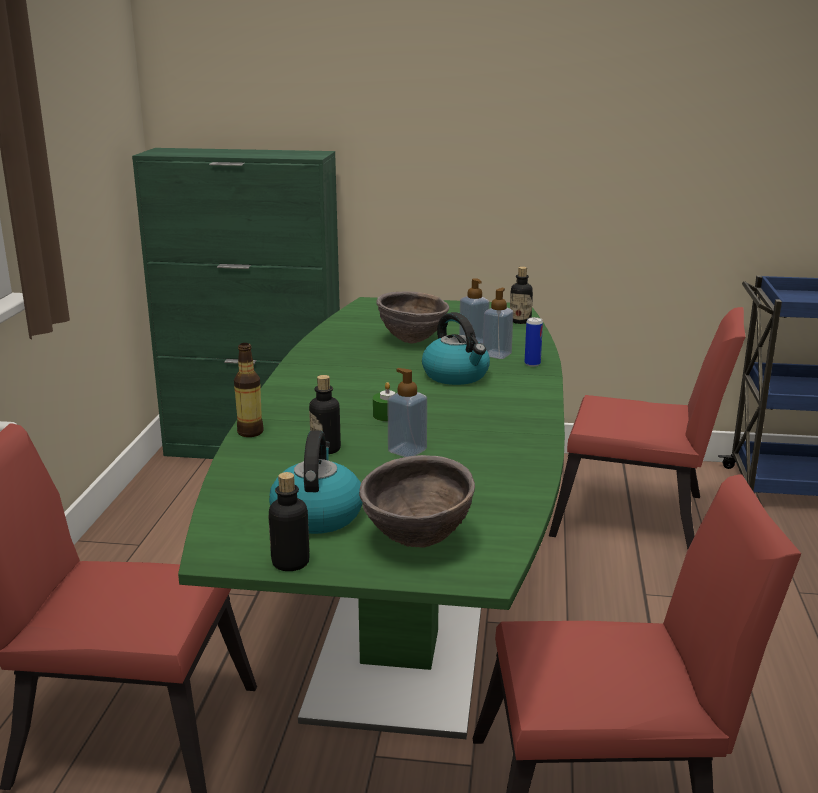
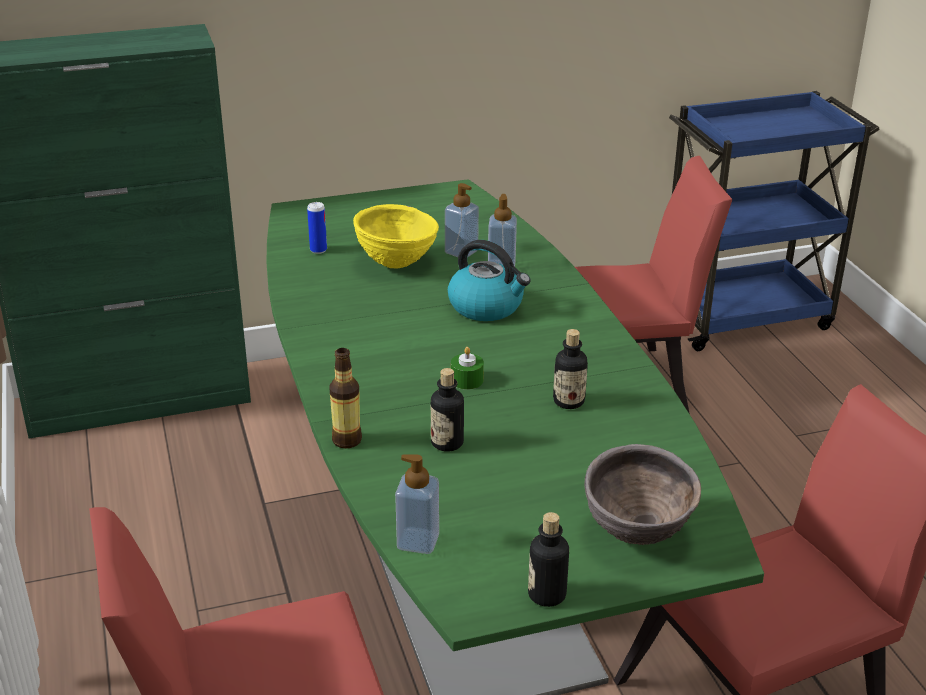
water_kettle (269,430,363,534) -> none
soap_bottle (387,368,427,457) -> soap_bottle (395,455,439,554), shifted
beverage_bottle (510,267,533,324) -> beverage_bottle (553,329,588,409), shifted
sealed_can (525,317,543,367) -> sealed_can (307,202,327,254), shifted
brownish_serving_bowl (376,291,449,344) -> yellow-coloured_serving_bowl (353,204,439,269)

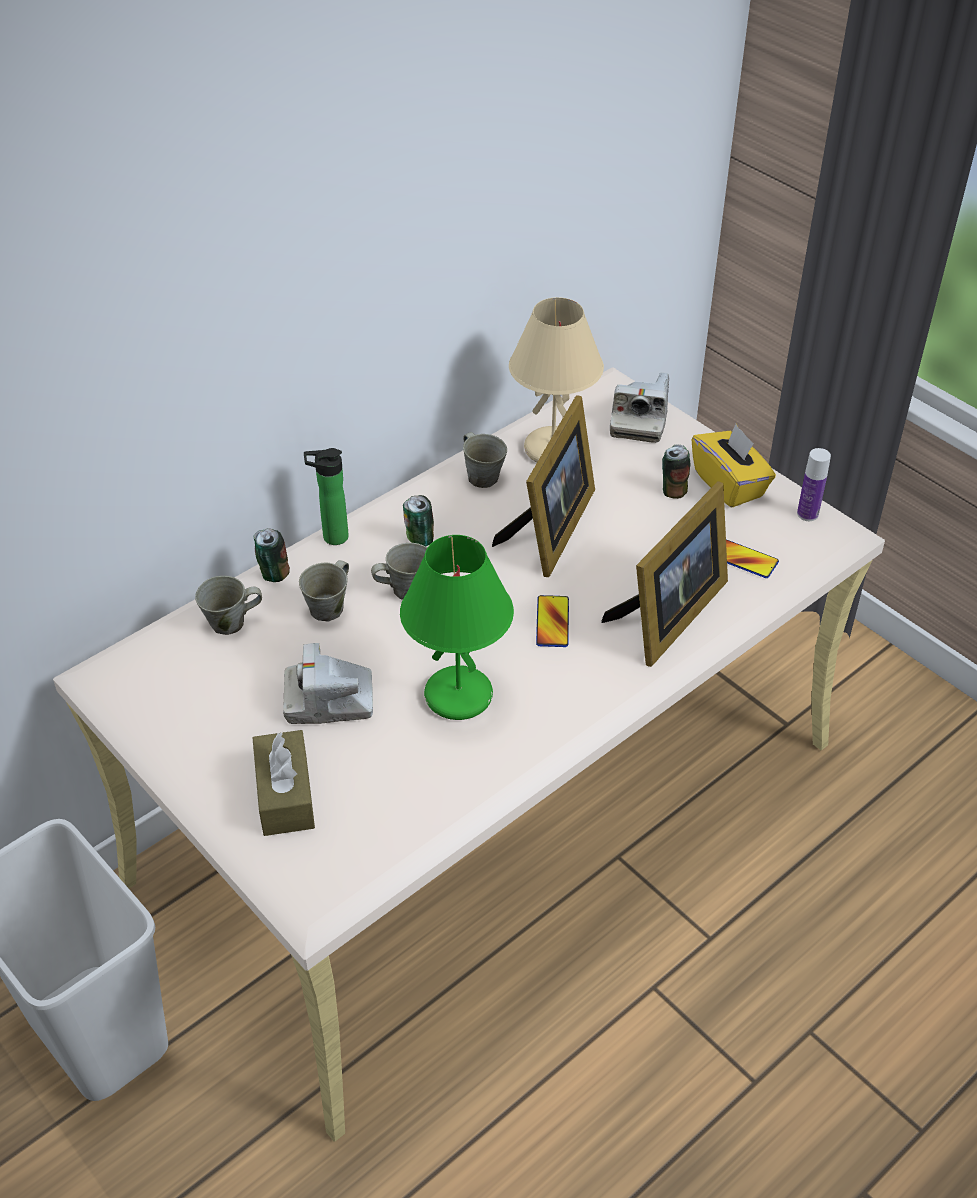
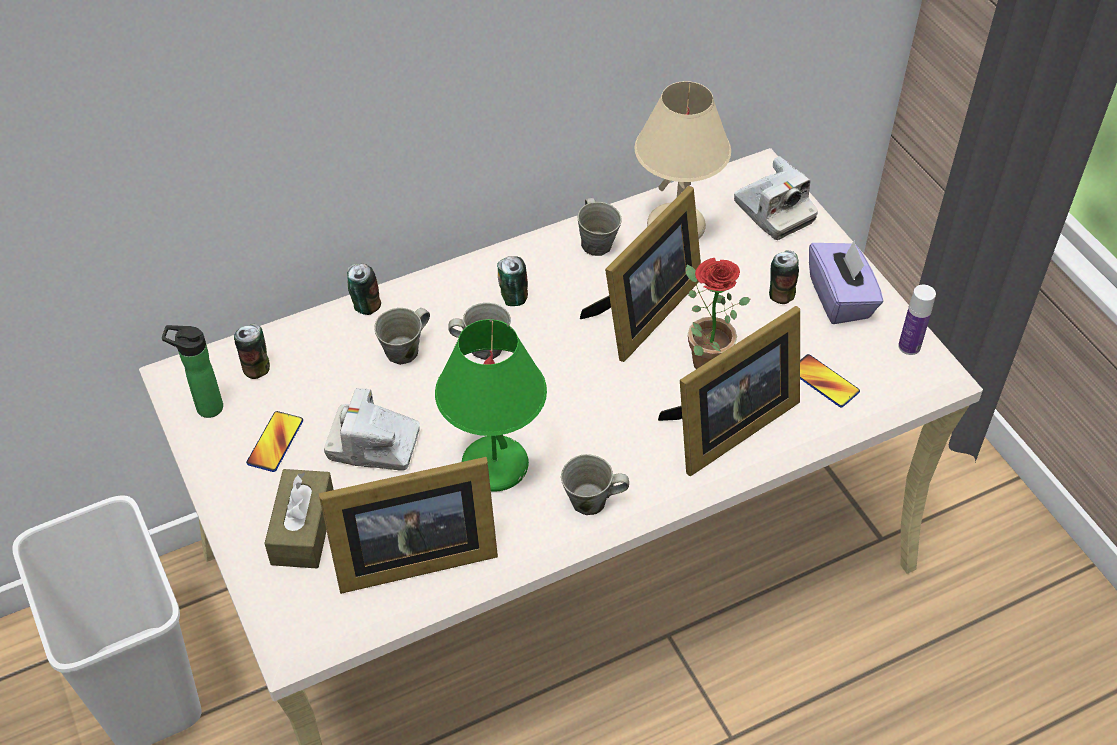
none -> sealed_can (234,324,270,379)
none -> picture_frame (319,457,498,594)
none -> plant_in_a_pot (685,258,750,369)
grey_mug (195,576,262,635) -> grey_mug (561,454,629,515), shifted
beverage_bottle (304,448,349,545) -> beverage_bottle (162,325,223,418), shifted
handset (536,595,569,647) -> handset (246,411,303,472), shifted
yellow-coloured_box_of_tissues (692,424,776,508) -> purplish_box_of_tissues (809,240,883,324)
still_camera (610,372,669,443) -> still_camera (734,156,818,240), 60 degrees counterclockwise

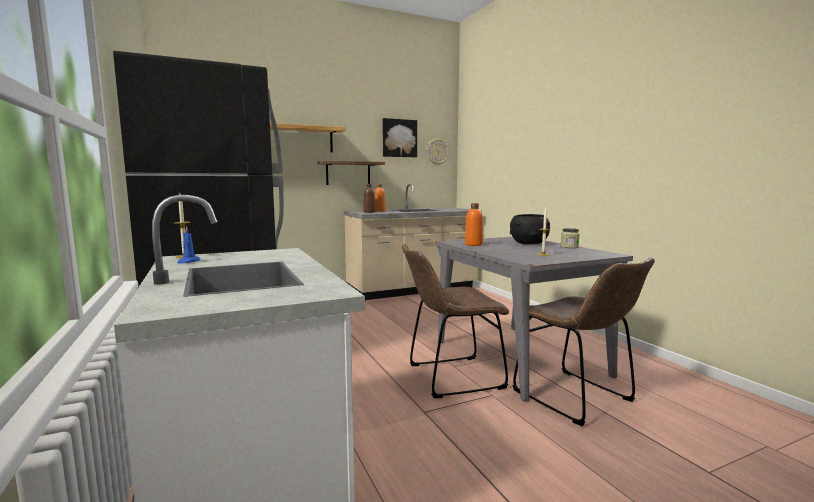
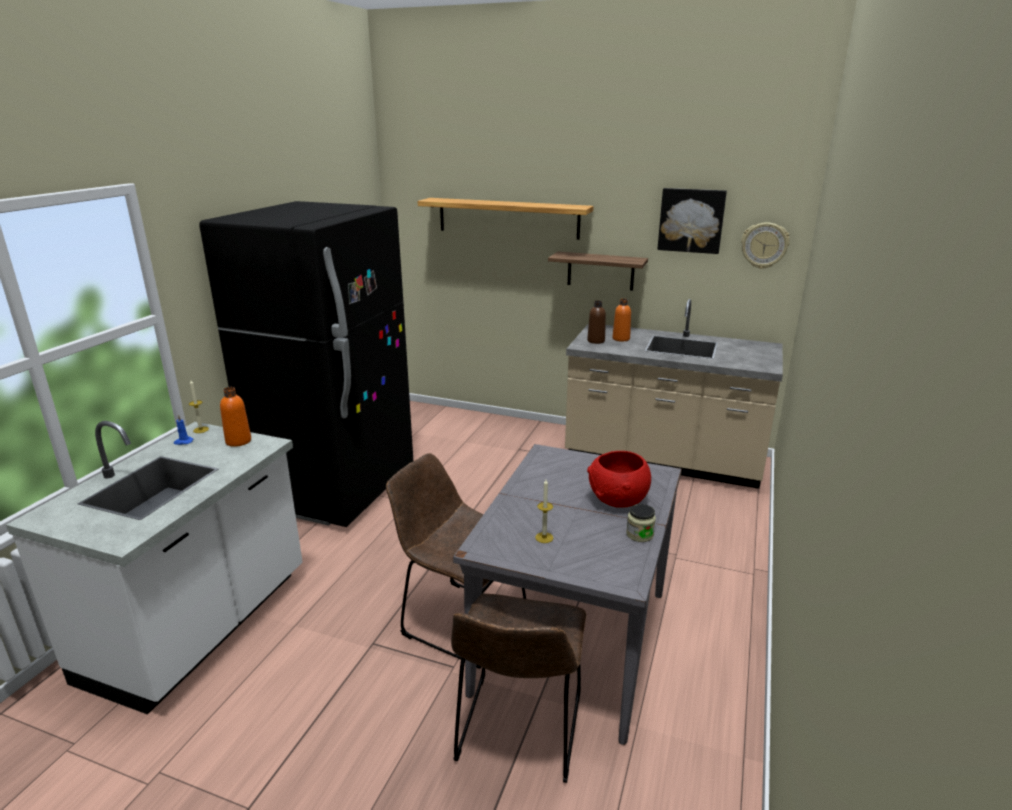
orange-coloured_beverage_bottle (465,203,483,246) -> orange-coloured_beverage_bottle (220,387,251,447), shifted
black-coloured_serving_bowl (510,214,550,245) -> red-coloured_serving_bowl (587,451,651,508)

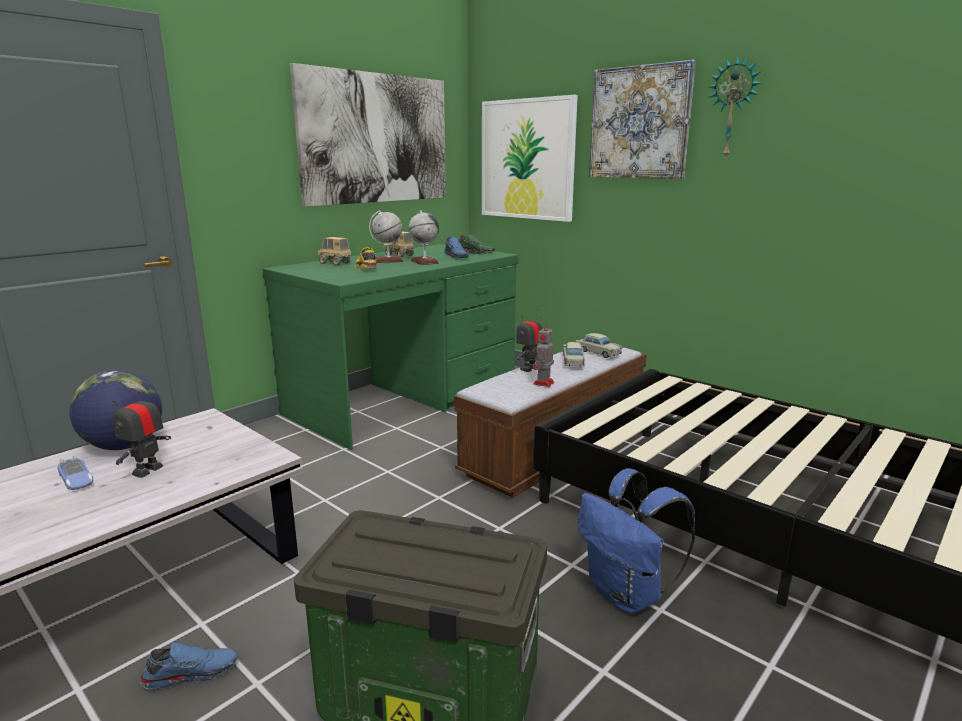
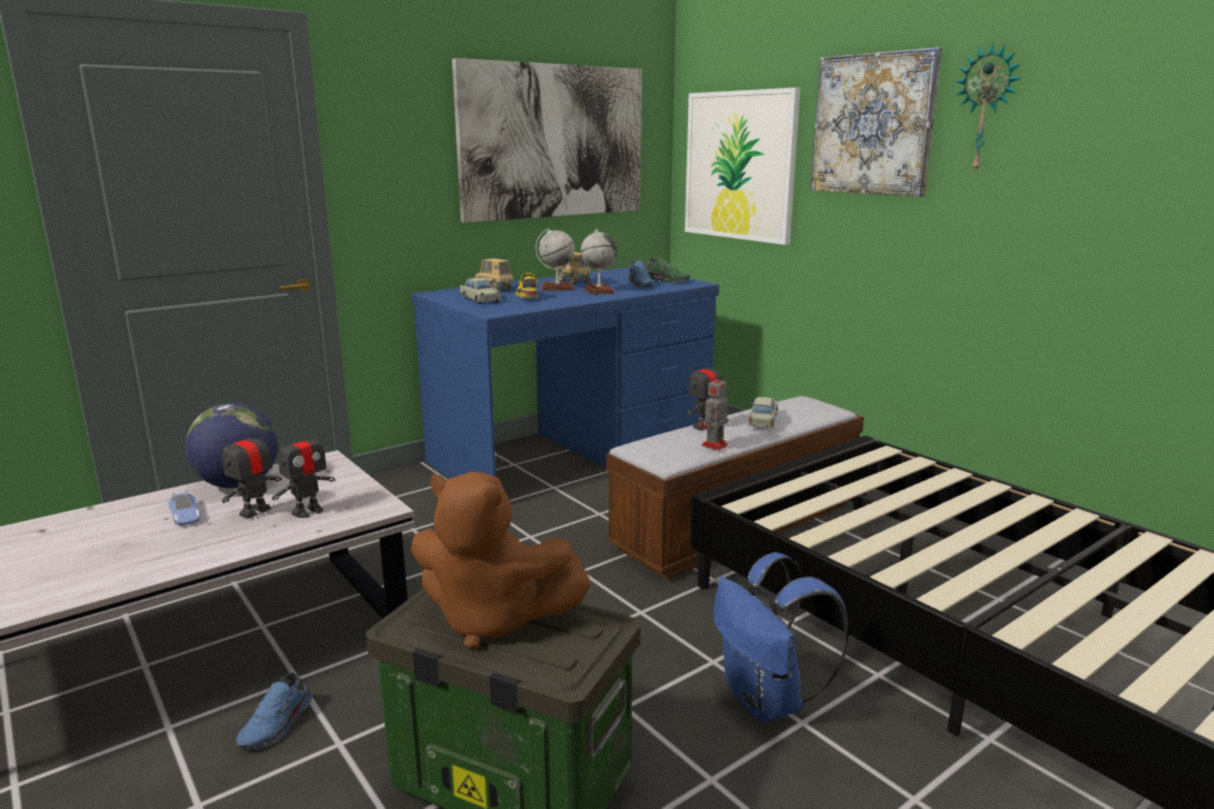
none -> toy_robot (272,424,335,518)
none -> brownish_plush_toy (411,472,592,649)
beige_toy_car (575,333,623,358) -> beige_toy_car (460,278,501,304), shifted
greenish_desk_unit (262,244,519,450) -> bluish_desk_unit (411,267,719,478)
bluish_item_of_footwear (140,642,238,690) -> bluish_item_of_footwear (236,672,313,749), 120 degrees clockwise

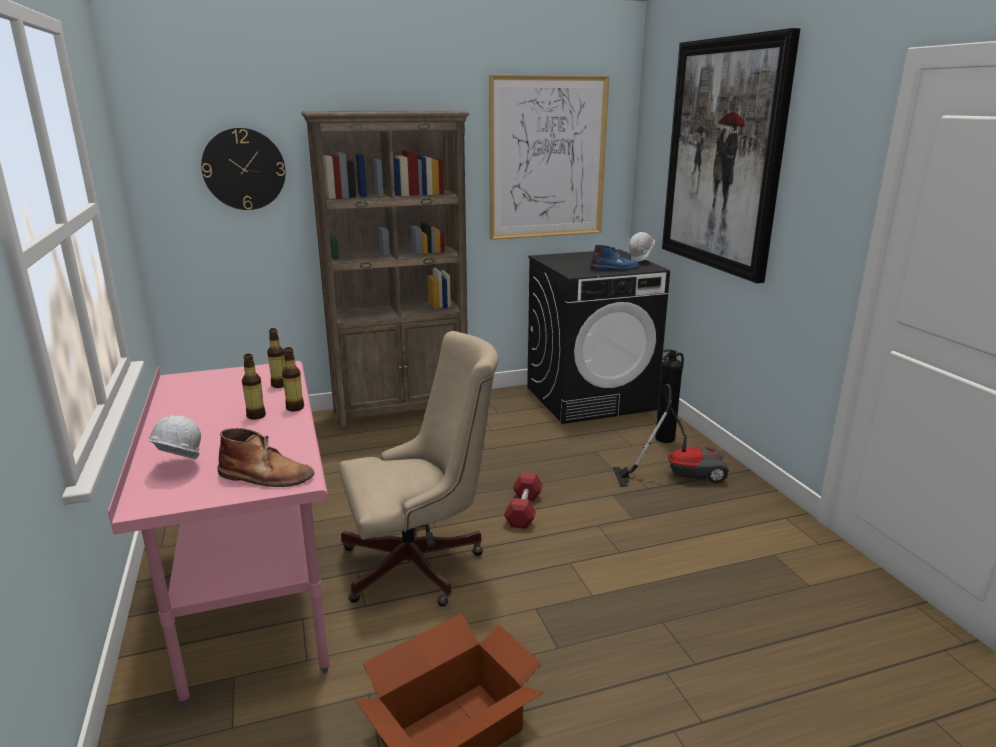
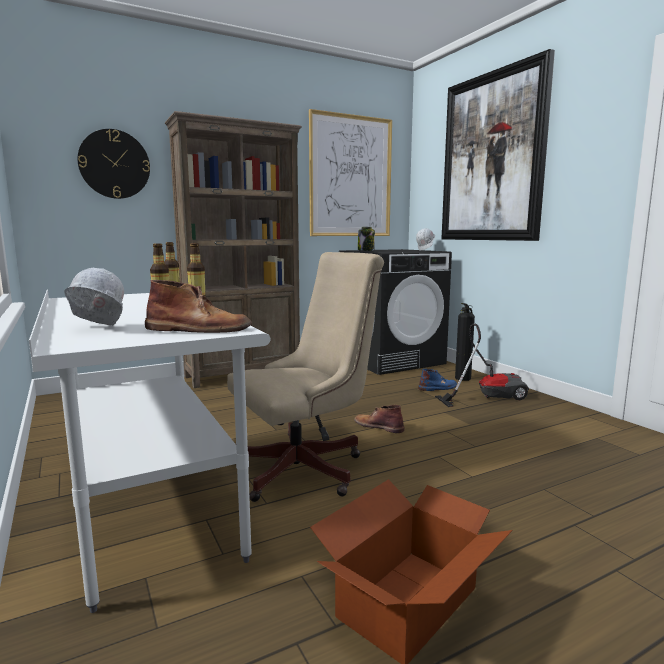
none -> preserve_jar (358,227,375,251)
bluish_high-top_boot (590,245,639,270) -> bluish_high-top_boot (418,369,457,391), shifted
red-coloured_hand_weight (504,472,543,529) -> brownish_high-top_boot (354,405,405,433)
pinkish_desk_unit (108,361,329,706) -> white-coloured_desk_unit (29,289,271,613)

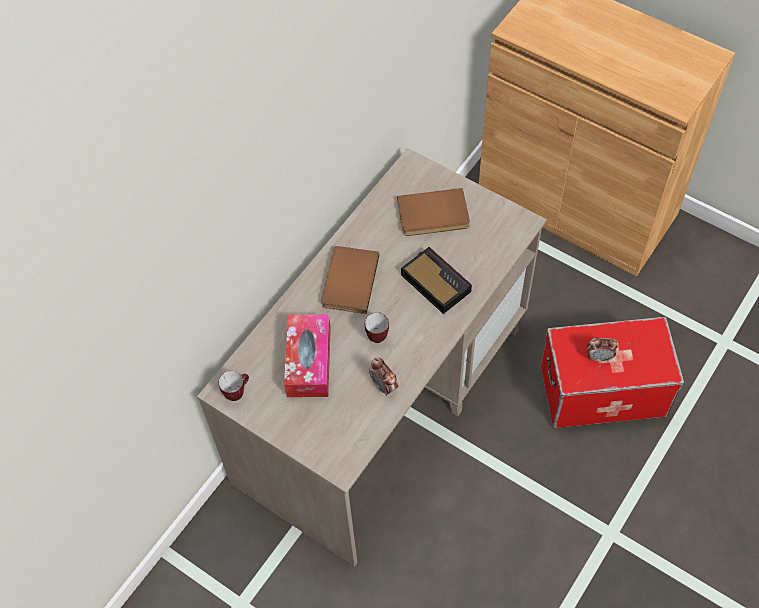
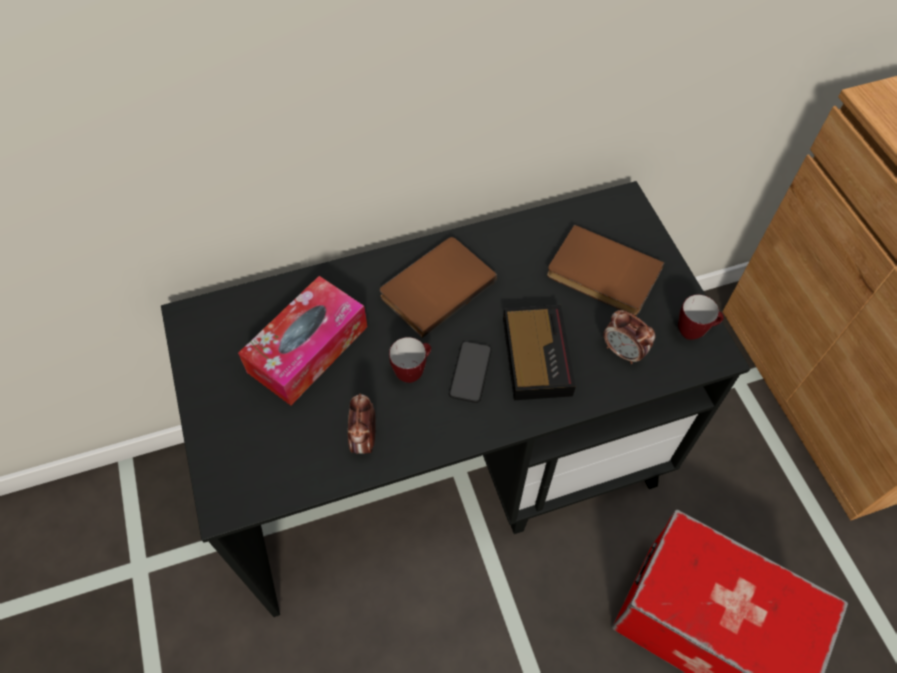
none -> handset (449,341,492,403)
mug (218,371,249,401) -> mug (678,294,724,340), shifted
table_clock (587,338,619,361) -> table_clock (603,310,656,364), shifted
beige_desk_unit (197,148,547,567) -> black-coloured_desk_unit (161,181,750,617)

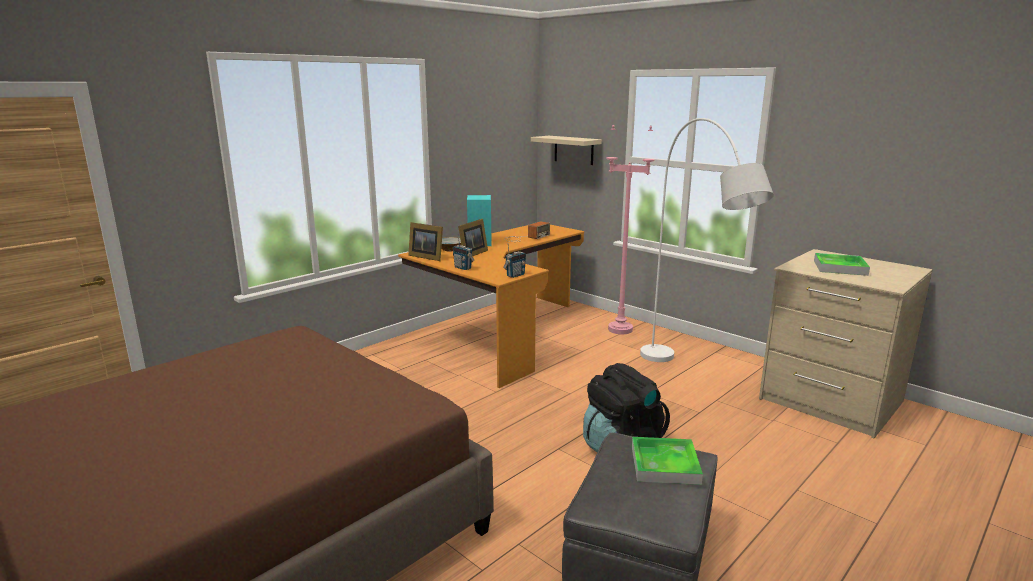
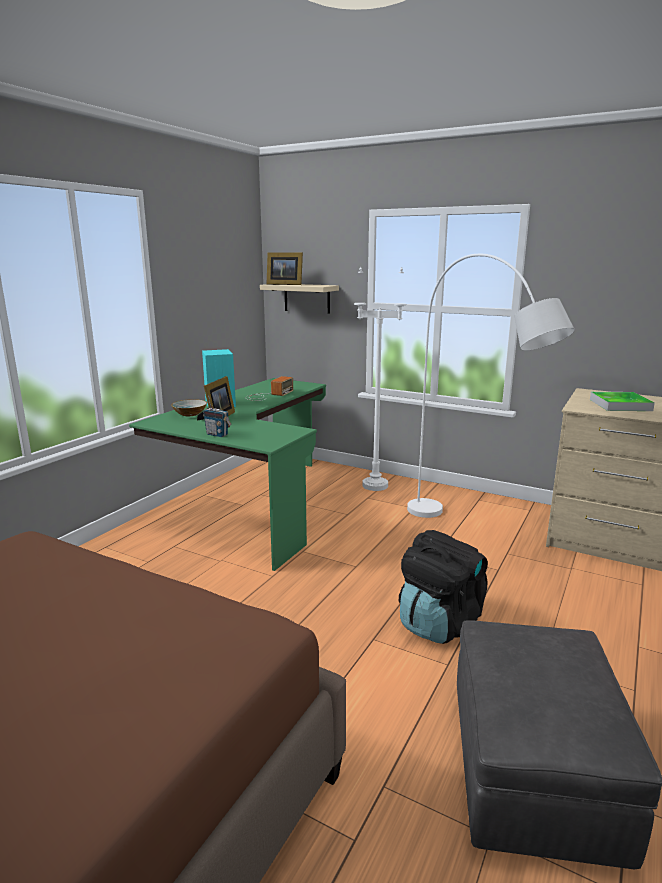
radio (503,243,526,278) -> none
carrying_tray (632,437,703,485) -> none
picture_frame (408,222,443,261) -> picture_frame (267,252,303,285), shifted
orange-coloured_desk_unit (398,225,584,388) -> greenish_desk_unit (129,378,326,571)
pinkish_floor_lamp (606,124,654,334) -> white-coloured_floor_lamp (354,267,406,491)

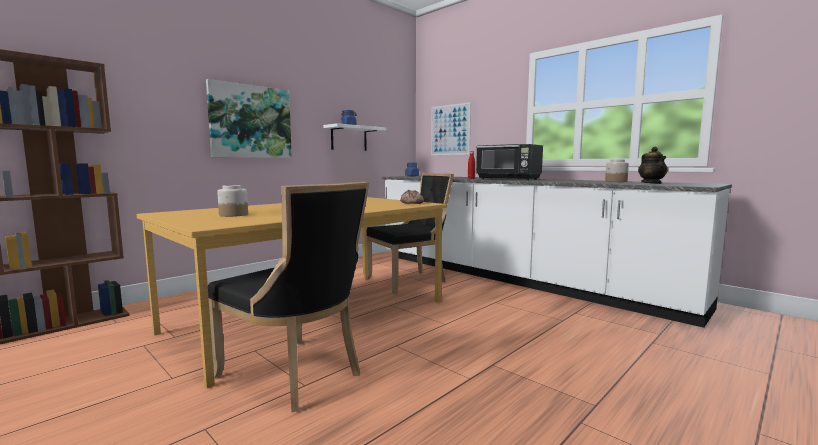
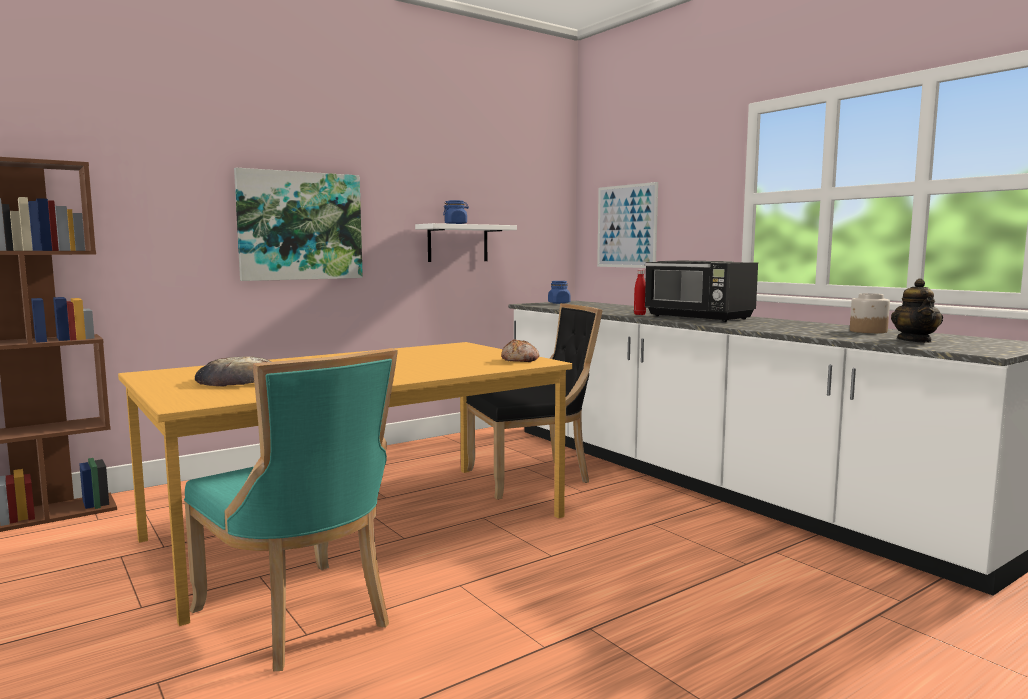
preserve_jar (217,185,248,217) -> bakery_bread (195,356,272,387)
black-coloured_plain_chair (208,182,369,412) -> turquoise_plain_chair (184,348,398,672)

